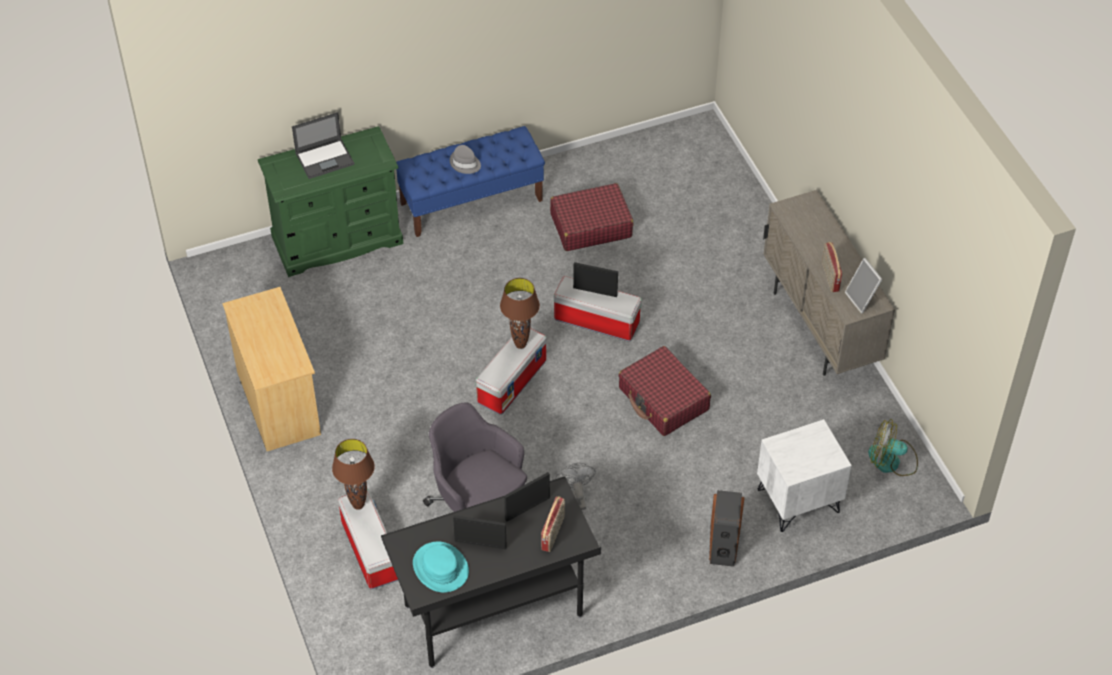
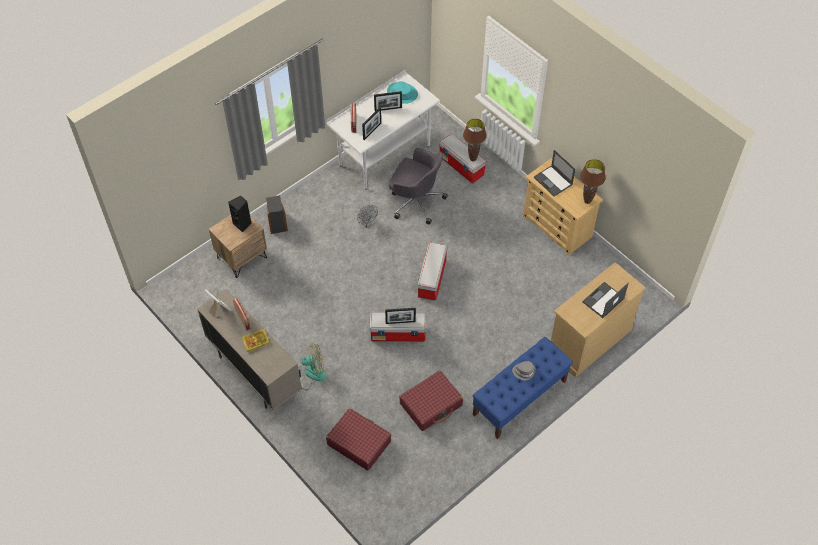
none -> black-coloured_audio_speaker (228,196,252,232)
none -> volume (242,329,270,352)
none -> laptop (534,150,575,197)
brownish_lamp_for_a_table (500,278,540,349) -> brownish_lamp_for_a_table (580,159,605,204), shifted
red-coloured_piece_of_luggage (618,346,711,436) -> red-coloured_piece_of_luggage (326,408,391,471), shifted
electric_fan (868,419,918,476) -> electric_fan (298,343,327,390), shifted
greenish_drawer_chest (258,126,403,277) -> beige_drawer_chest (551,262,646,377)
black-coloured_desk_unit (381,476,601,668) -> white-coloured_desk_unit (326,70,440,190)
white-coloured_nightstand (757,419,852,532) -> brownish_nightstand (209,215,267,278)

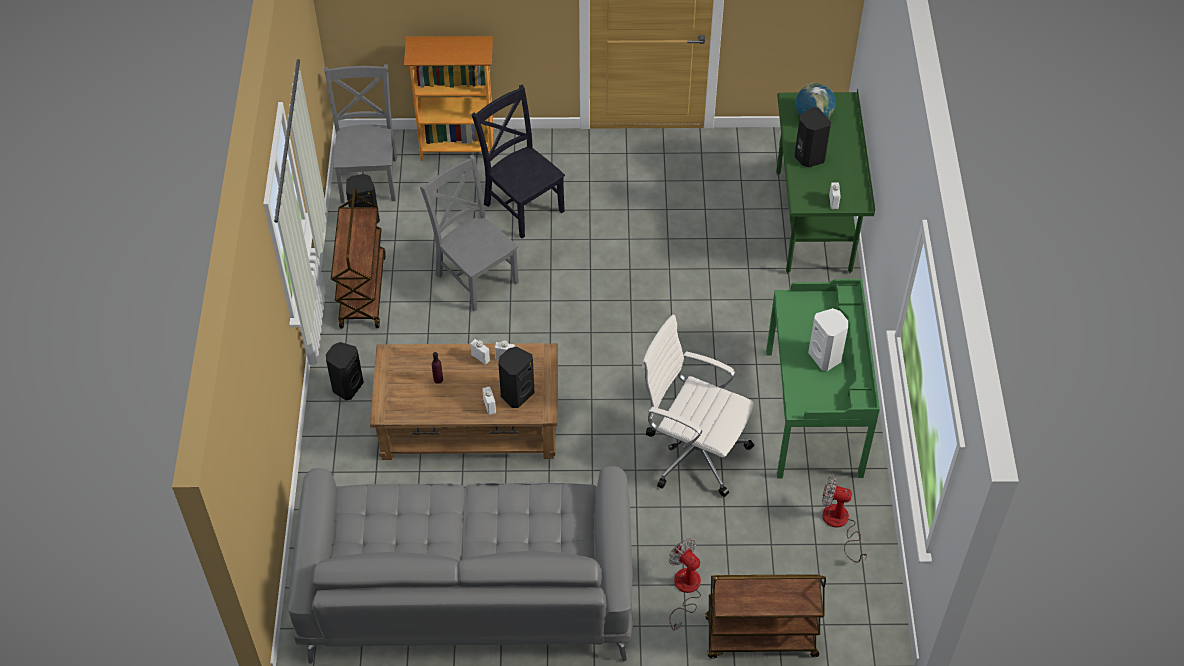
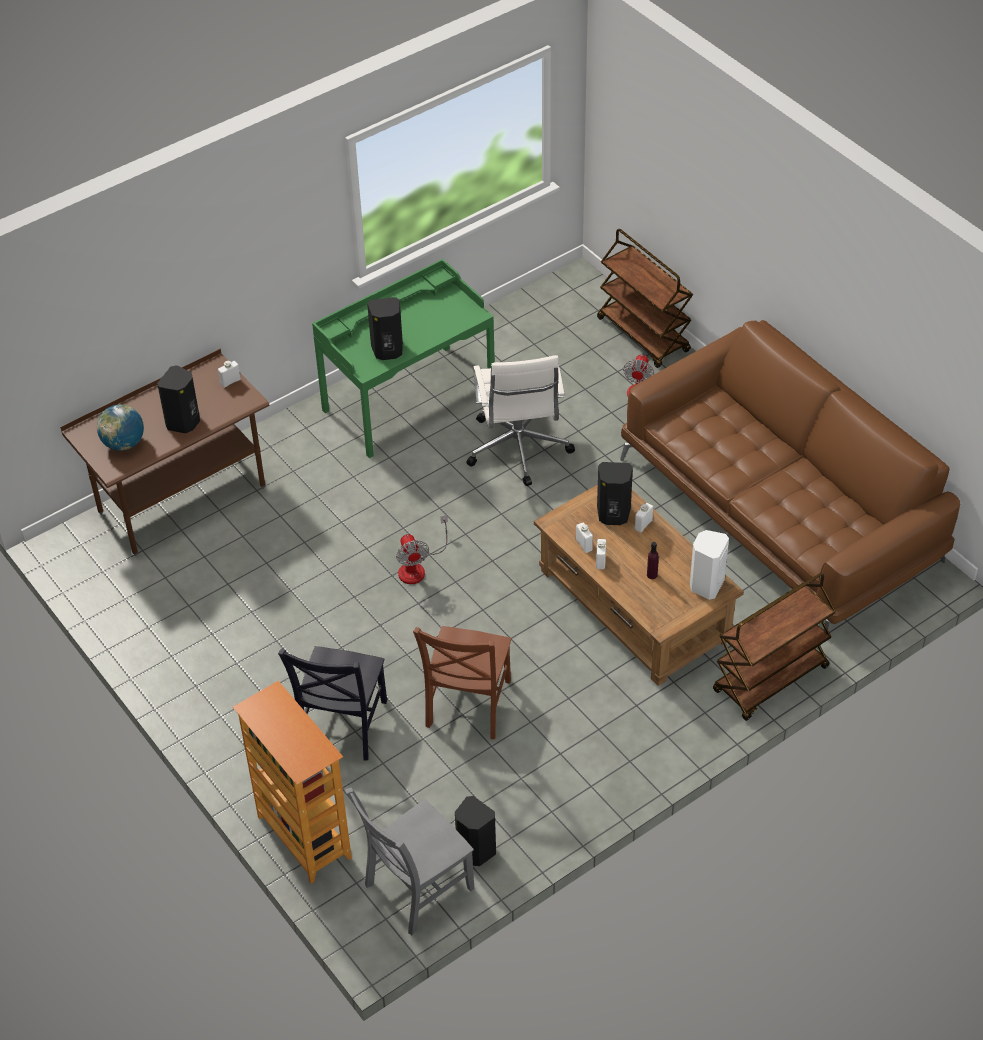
black-coloured_audio_speaker (326,342,364,400) -> black-coloured_audio_speaker (367,297,403,360), shifted
brownish_trolley (331,187,386,329) -> brownish_trolley (713,573,836,721), shifted
white-coloured_audio_speaker (808,308,848,371) -> white-coloured_audio_speaker (690,530,729,600), shifted
electric_fan (822,475,868,563) -> electric_fan (396,515,448,584), shifted
grey_sofa (288,466,633,664) -> brownish_sofa (620,320,960,632)
grey_plain_chair (420,155,519,311) -> brownish_plain_chair (413,626,511,739)
greenish_desk_unit (776,88,875,274) -> brownish_desk_unit (60,349,269,556)

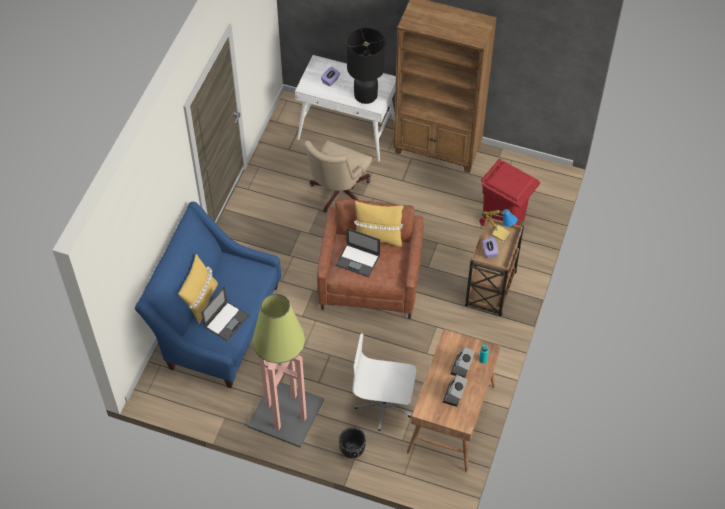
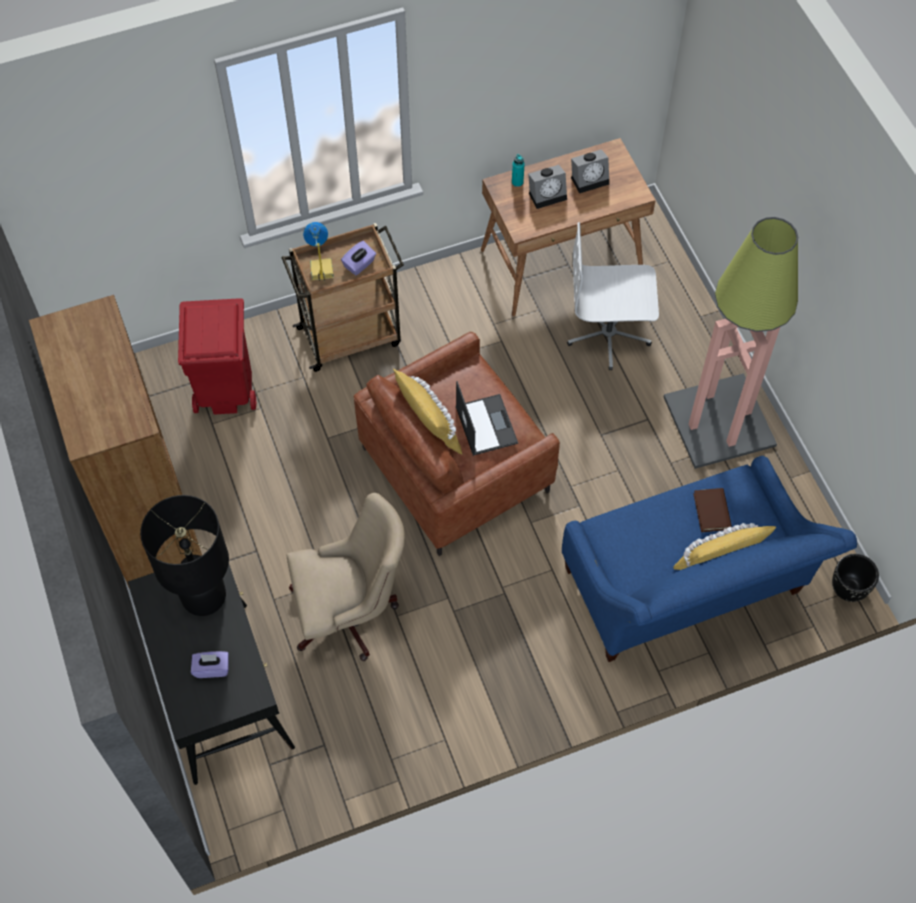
black-coloured_planter (339,427,366,458) -> black-coloured_planter (832,554,879,602), shifted
laptop (201,286,249,341) -> brownish_volume (693,488,732,532)
white-coloured_desk_unit (295,55,396,161) -> black-coloured_desk_unit (128,564,295,785)
white-coloured_desk_chair (352,333,416,431) -> white-coloured_desk_chair (567,222,659,370), 120 degrees clockwise

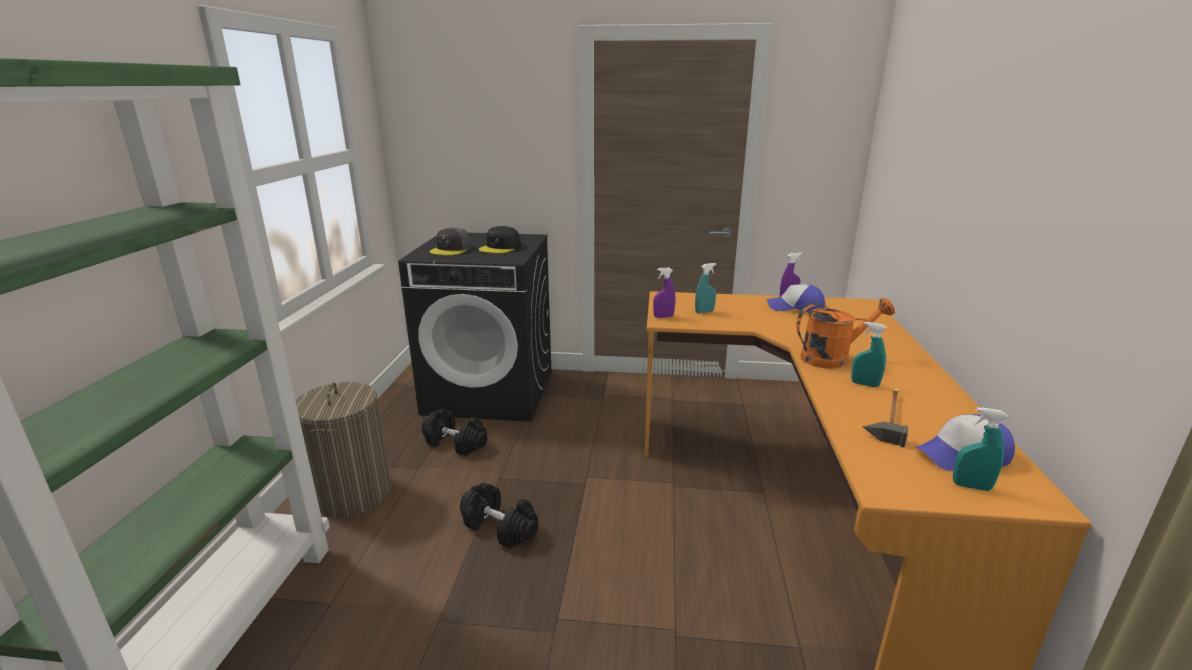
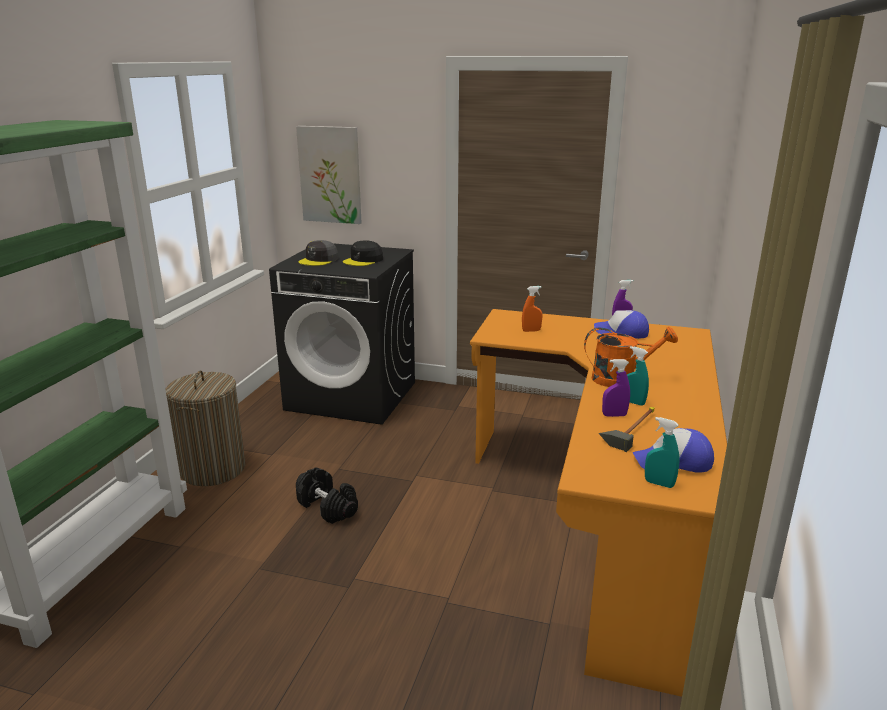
black-coloured_hand_weight (422,409,487,456) -> none
none -> picture (296,126,362,224)
purplish_spray_bottle (653,268,675,318) -> purplish_spray_bottle (602,359,630,417), shifted
turquoise_spray_bottle (695,263,716,313) -> orange-coloured_spray_bottle (522,286,542,332)

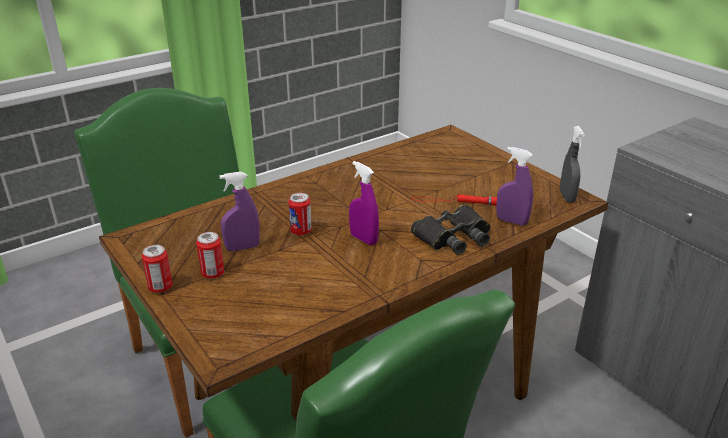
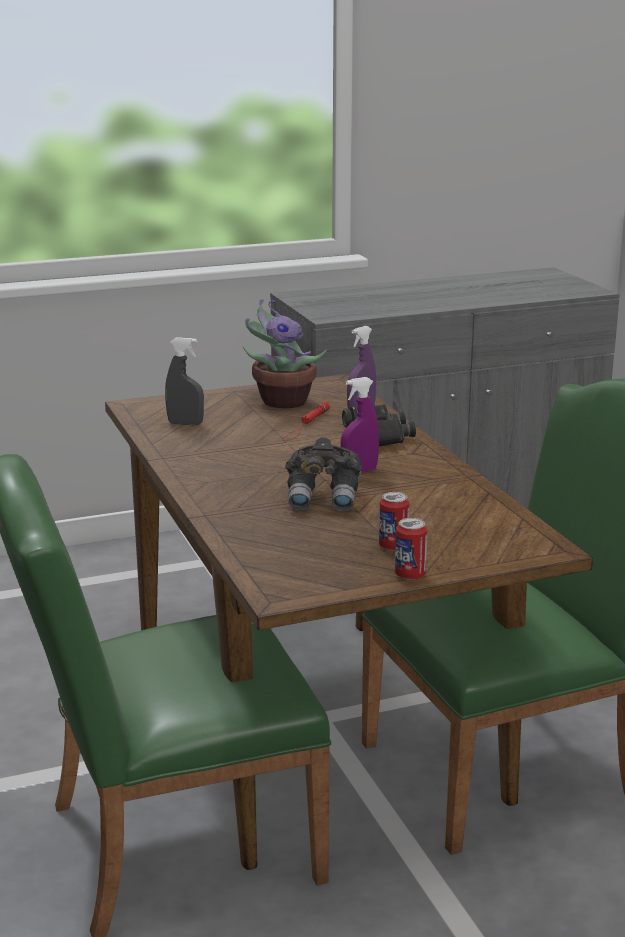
purplish_spray_bottle (220,172,260,251) -> none
none -> plant_in_a_pot (243,298,327,408)
grey_spray_bottle (560,126,585,203) -> grey_spray_bottle (165,337,204,425), shifted
sealed_can (288,193,312,236) -> grey_field_glasses (285,438,362,511)

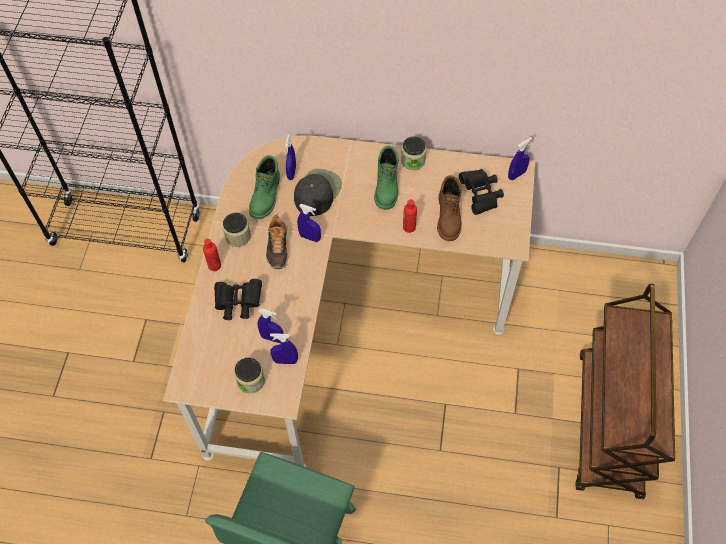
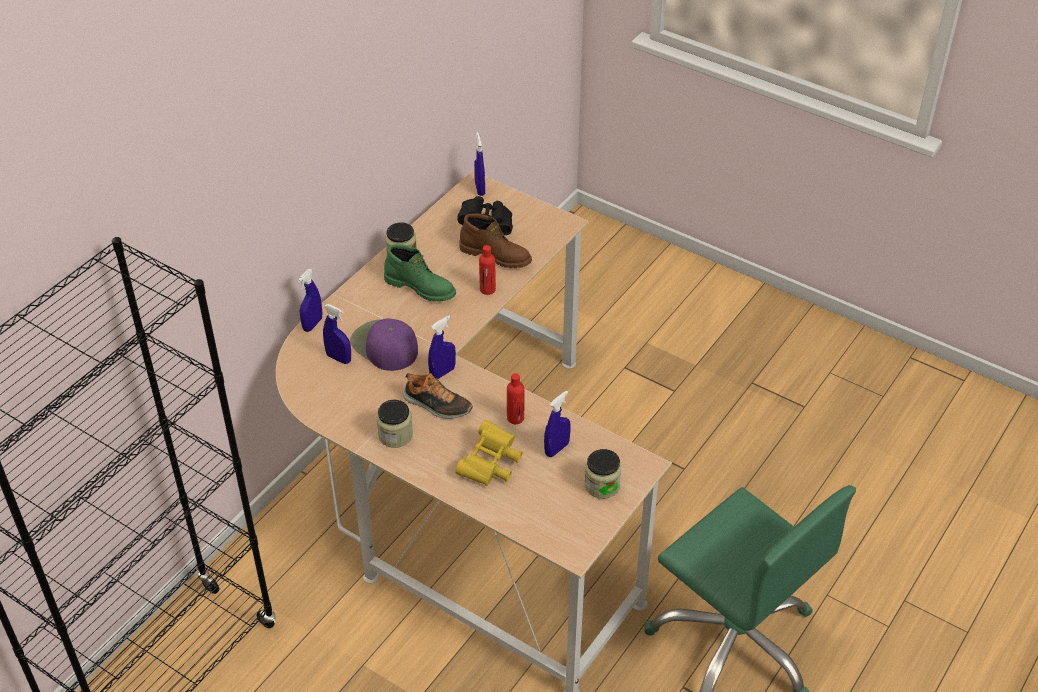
greenish_high-top_boot (249,155,280,219) -> none
brownish_trolley (575,284,675,499) -> none
red-coloured_beverage_bottle (203,239,221,271) -> red-coloured_beverage_bottle (507,373,524,424), shifted
bluish_spray_bottle (270,333,298,364) -> bluish_spray_bottle (298,269,322,332), shifted
black-coloured_field_glasses (214,279,262,320) -> yellow-coloured_field_glasses (455,420,523,486)
black-coloured_baseball_cap (294,169,342,216) -> purplish_baseball_cap (350,318,418,371)

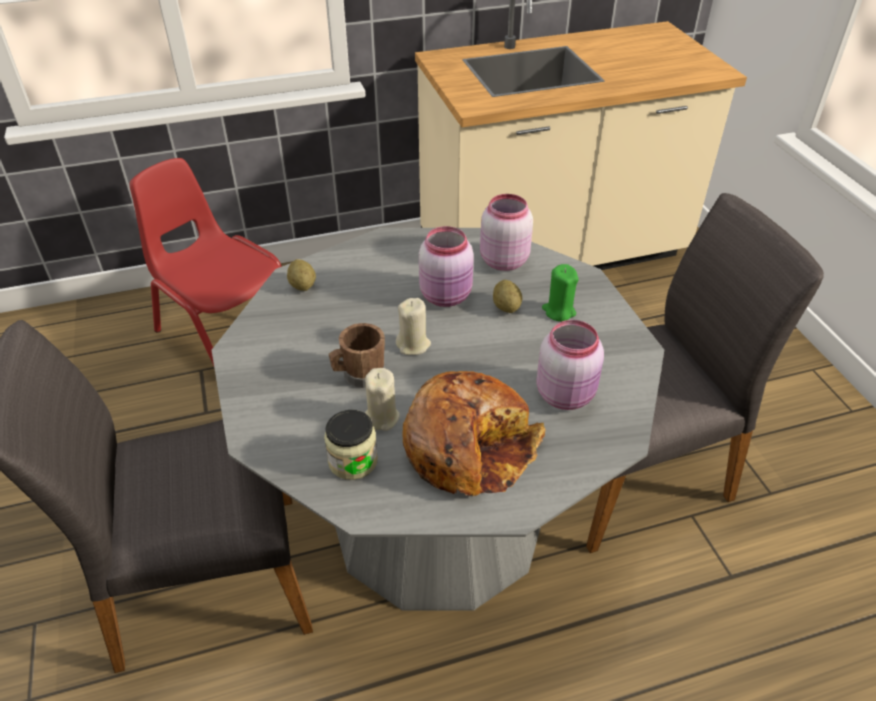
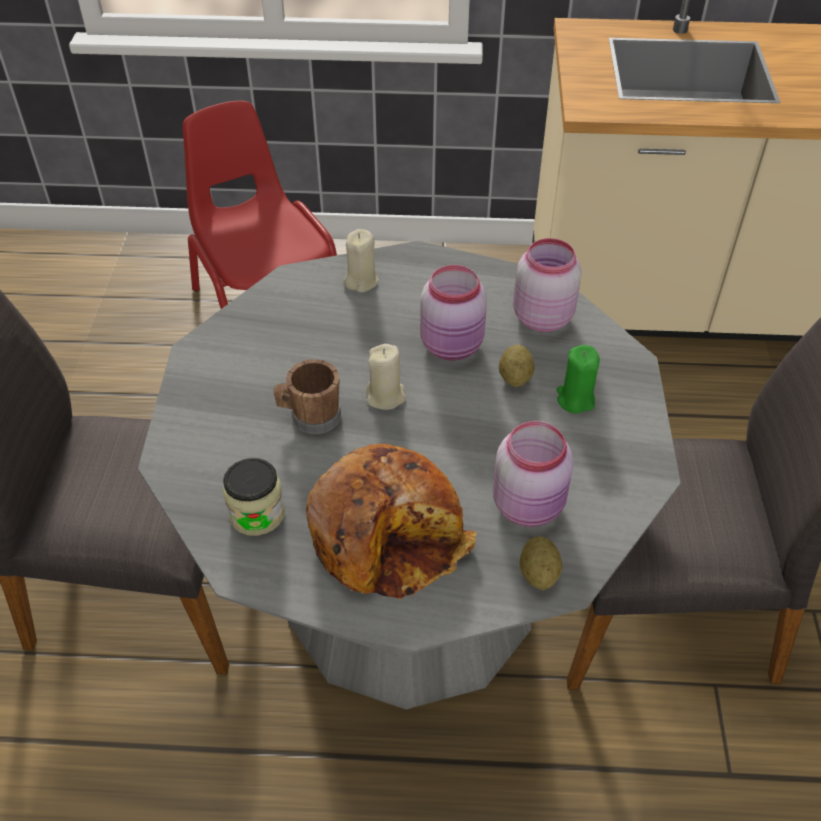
spud (287,259,316,291) -> spud (520,536,562,590), shifted
beige_candle (365,368,400,431) -> beige_candle (343,229,379,292), shifted

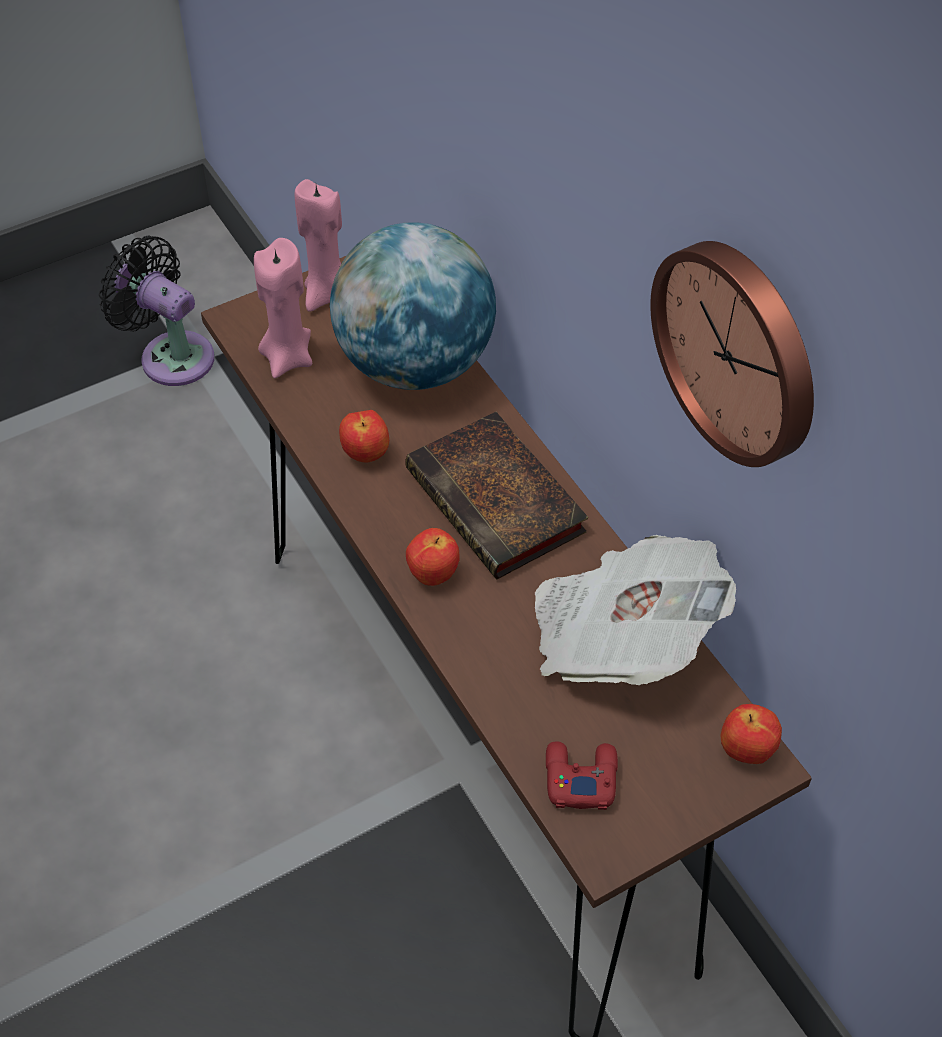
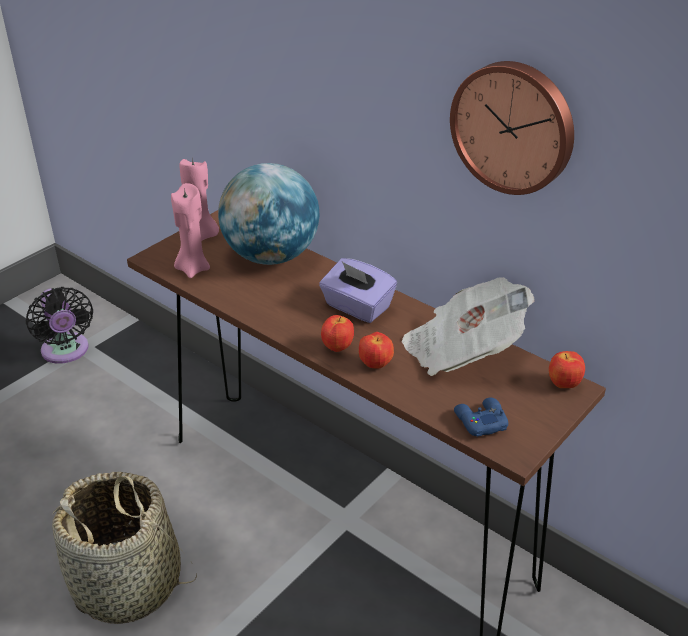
none -> basket (52,472,197,624)
apple (339,410,389,463) -> apple (359,332,394,369), shifted
volume (405,412,588,579) -> purplish_box_of_tissues (319,258,397,323)
red-coloured_gamepad (546,741,618,810) -> bluish_gamepad (454,398,508,437)
black-coloured_electric_fan (99,236,214,386) -> black-coloured_electric_fan (26,287,93,364), 135 degrees counterclockwise

